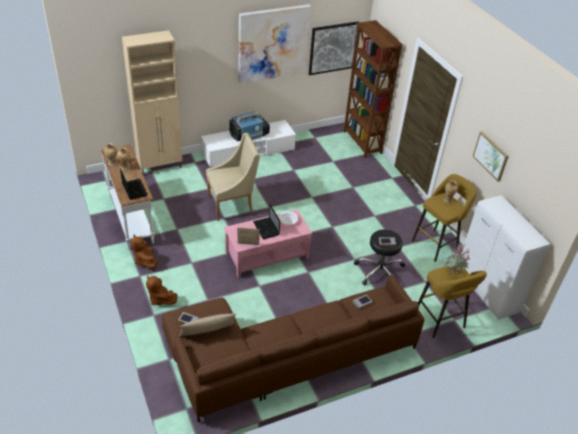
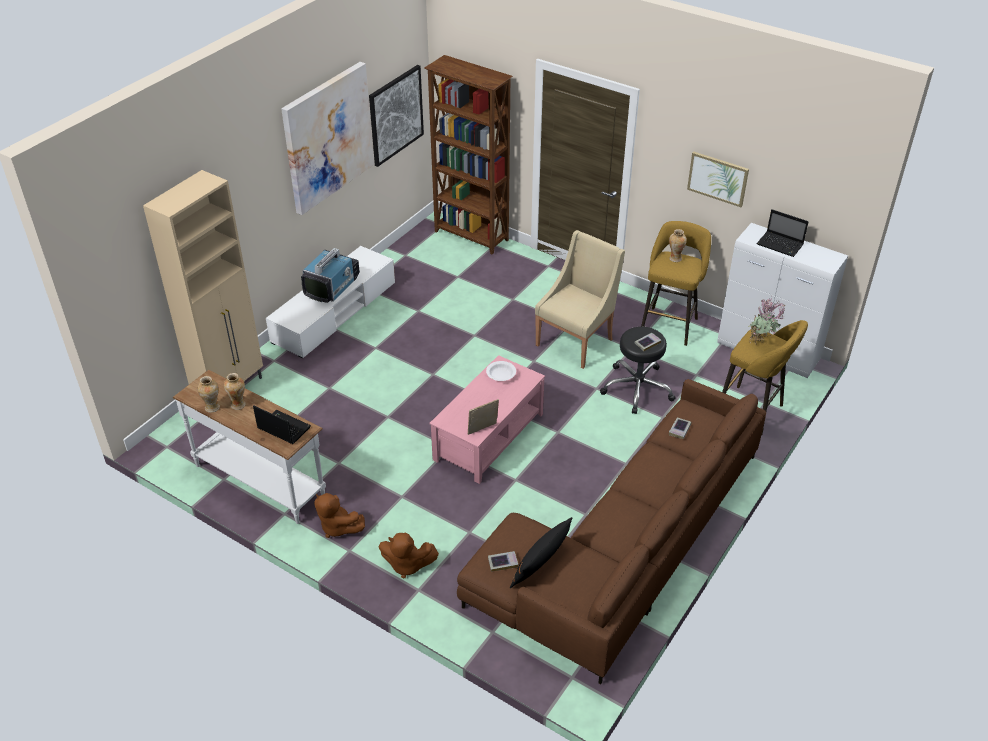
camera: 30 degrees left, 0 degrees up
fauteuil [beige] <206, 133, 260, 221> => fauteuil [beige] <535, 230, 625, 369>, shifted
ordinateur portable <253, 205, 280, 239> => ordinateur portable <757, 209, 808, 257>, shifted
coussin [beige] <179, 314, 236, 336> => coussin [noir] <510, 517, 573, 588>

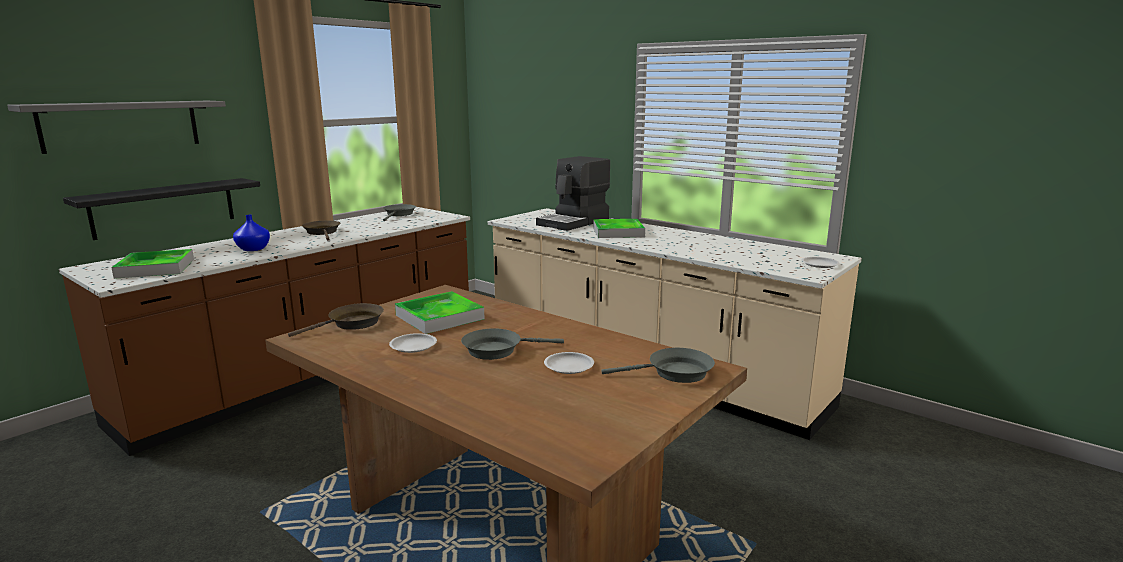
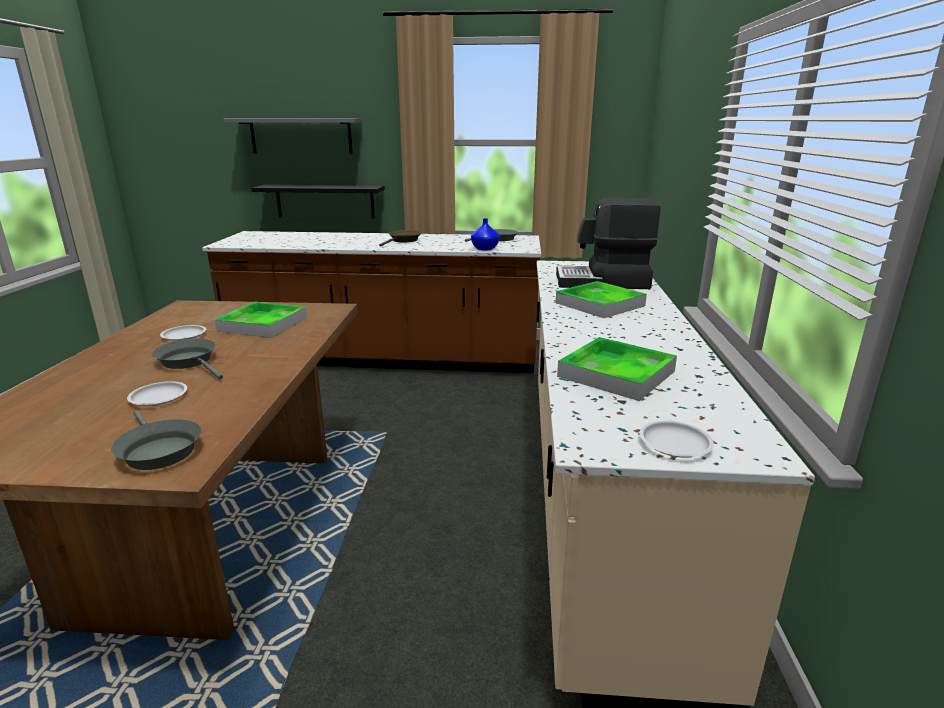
camera: 55 degrees right, 5 degrees up
vase [bleu] <233, 215, 270, 251> => vase [bleu] <471, 218, 500, 250>, shifted
plateau <111, 249, 194, 279> => plateau <557, 337, 677, 401>, shifted
poêle [marron] <288, 303, 384, 337> => nothing

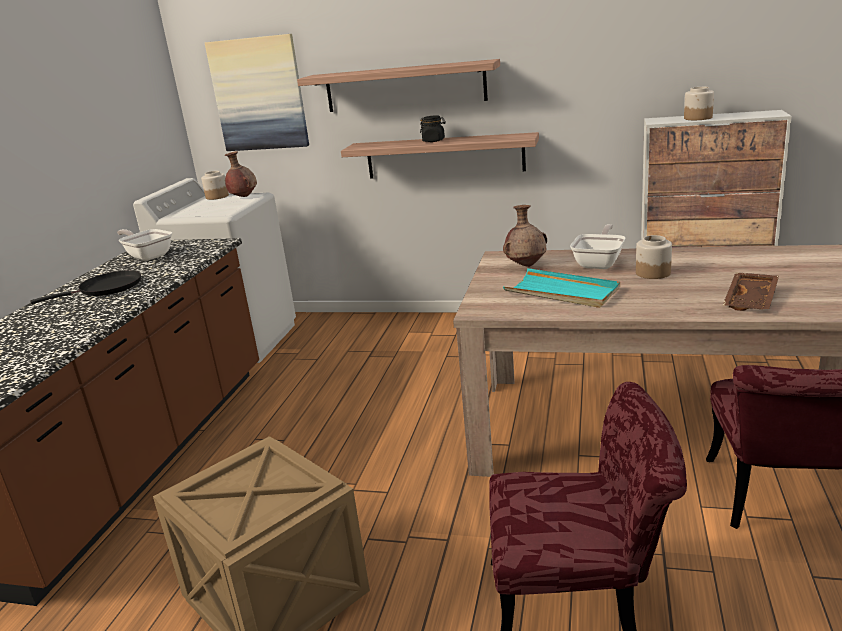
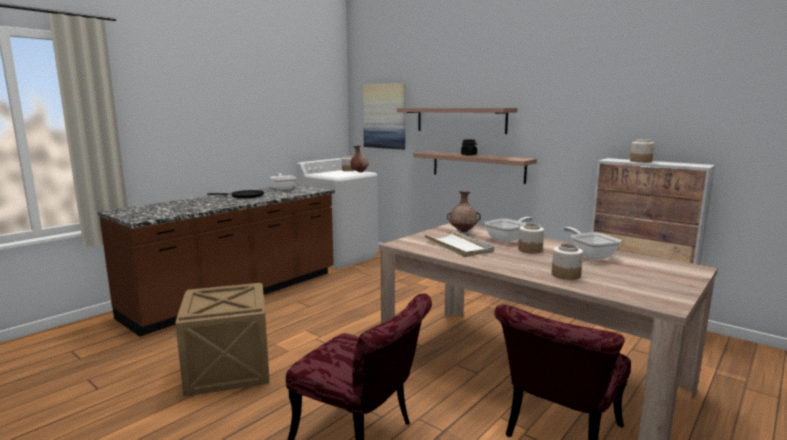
camera: 25 degrees right, 10 degrees down
plateau [turquoise] <503, 268, 620, 308> => plateau [blanc] <424, 230, 494, 257>
plateau [marron] <723, 272, 779, 311> => bocal <552, 243, 583, 280>
nothing => poêle <563, 227, 621, 260>

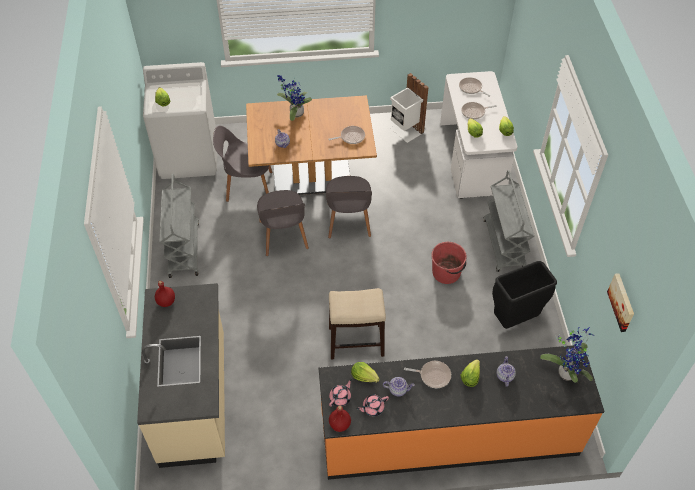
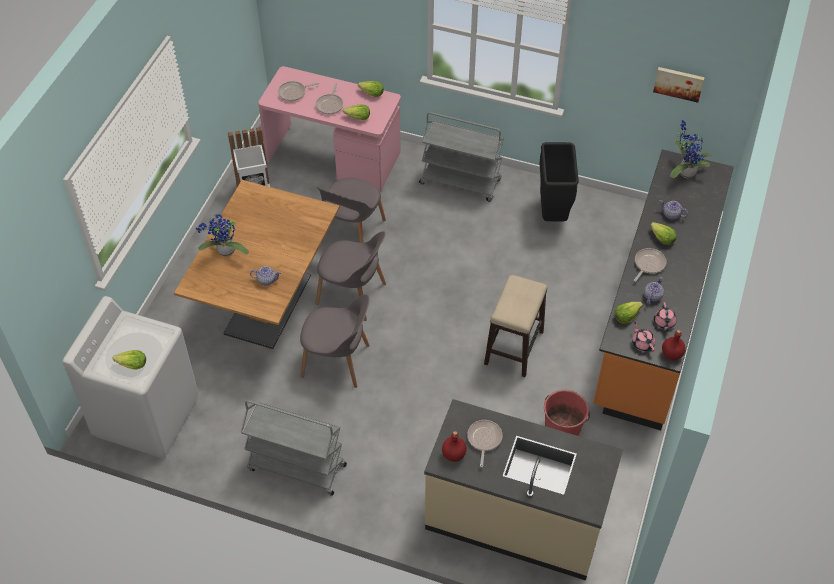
camera: 65 degrees left, 0 degrees up
bureau [blanc] <440, 71, 518, 199> => bureau [rose] <258, 66, 401, 191>
chaise [gris] <213, 126, 272, 202> => chaise [gris] <316, 178, 386, 243>, shifted
poêle <328, 126, 365, 144> => poêle <467, 420, 503, 467>, shifted
seau [rouge] <431, 242, 467, 284> => seau [rouge] <544, 390, 590, 436>, shifted

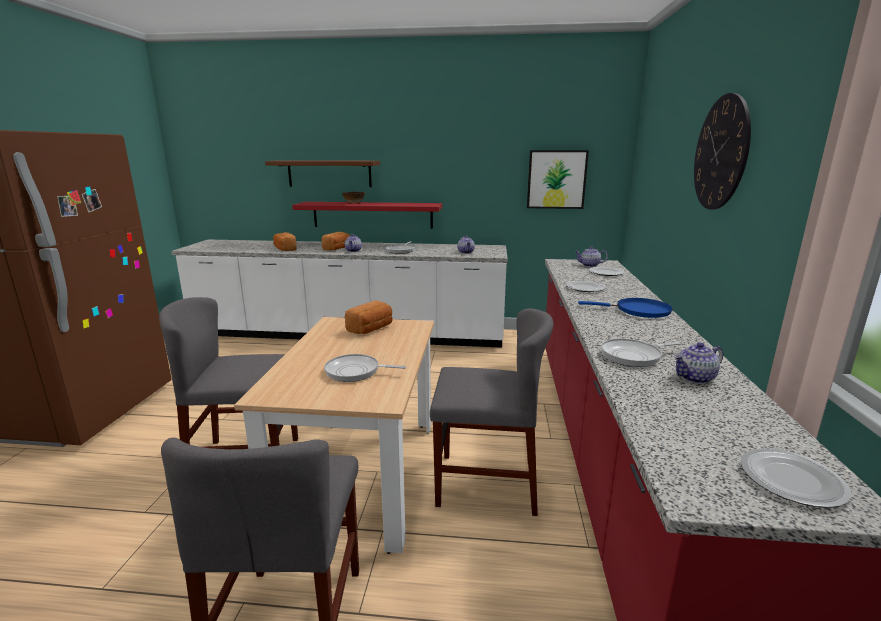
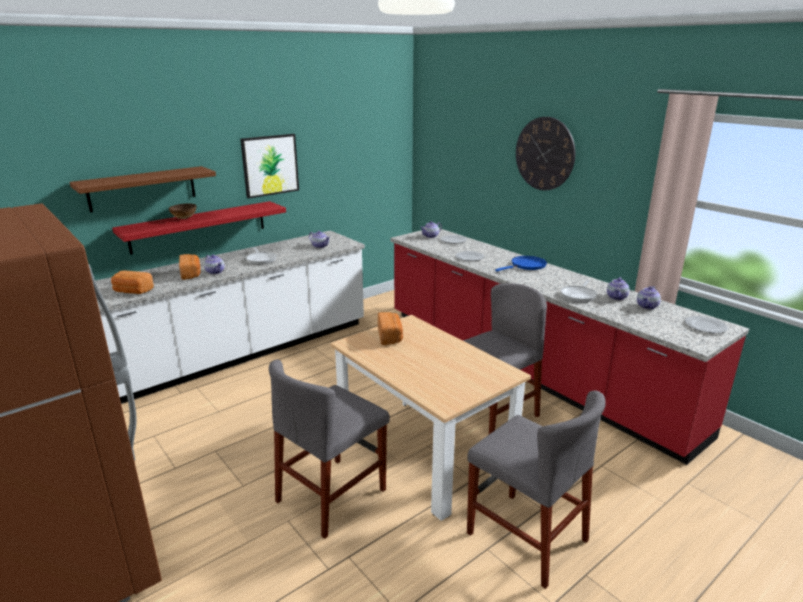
camera: 45 degrees left, 5 degrees up
tableau <527, 150, 589, 209> => tableau <240, 134, 299, 199>, shifted
poêle <324, 354, 406, 382> => nothing
nothing => théière <637, 286, 661, 310>

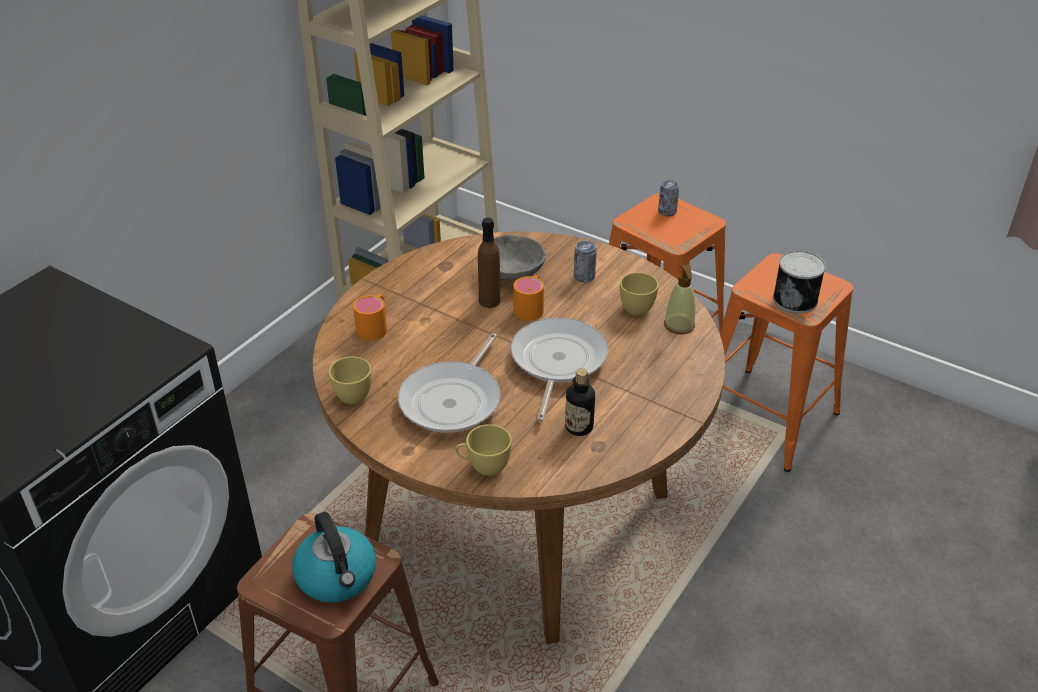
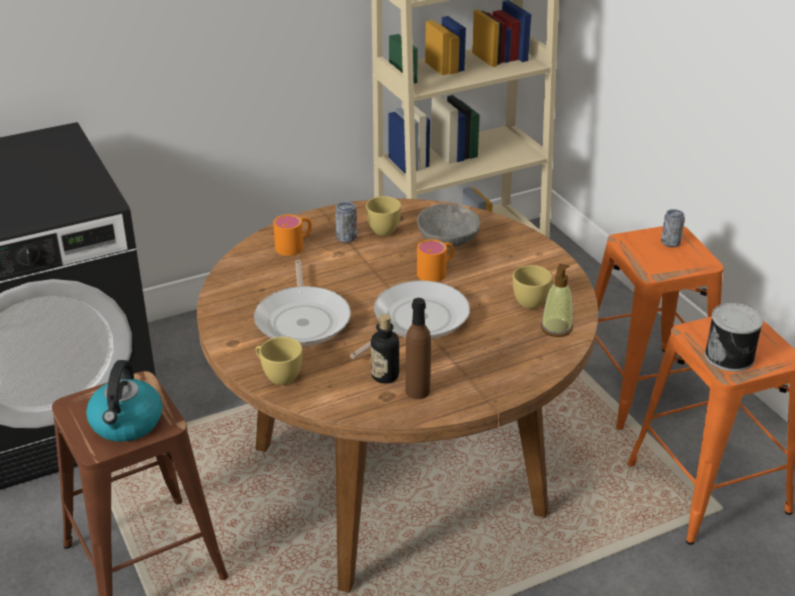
camera: 30 degrees right, 5 degrees down
bouteille [marron] <478, 217, 500, 308> => bouteille [marron] <405, 298, 431, 399>, shifted
boîte métallique <574, 241, 597, 282> => boîte métallique <335, 202, 357, 243>, shifted
poêle <398, 333, 501, 433> => poêle <254, 260, 351, 346>, 60 degrees counterclockwise
tasse [jaune] <329, 356, 372, 404> => tasse [jaune] <366, 196, 401, 236>, shifted

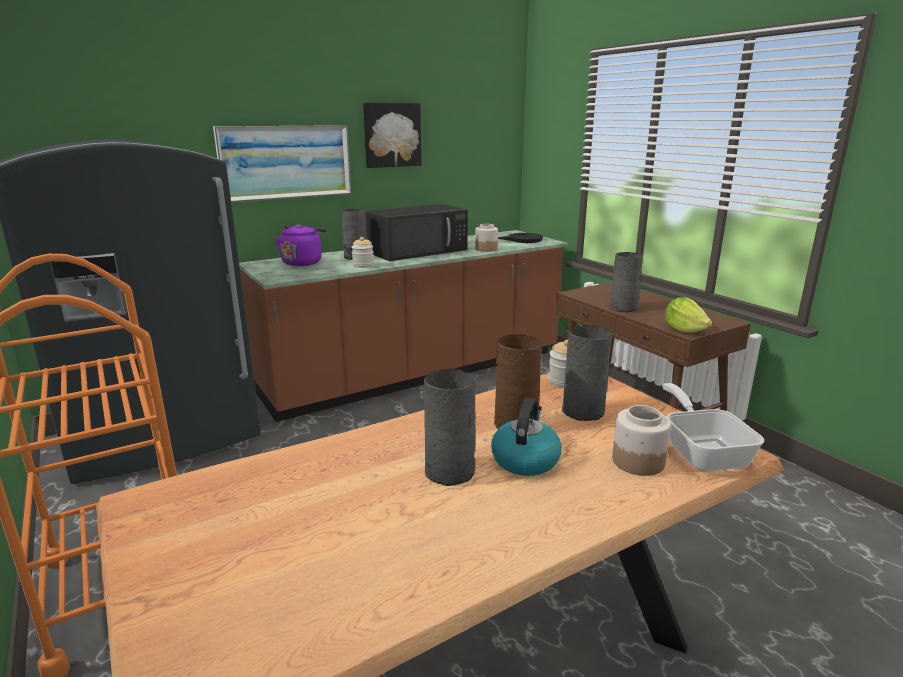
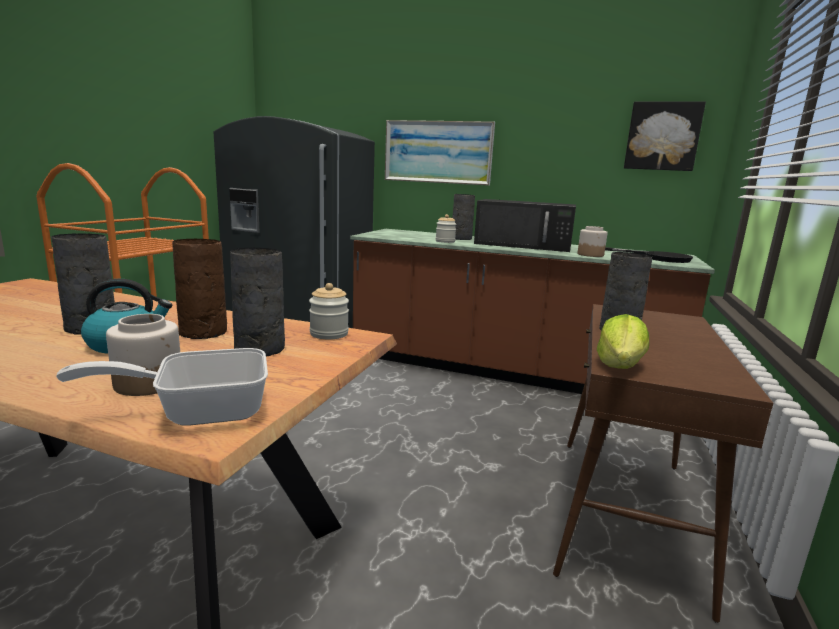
camera: 50 degrees right, 5 degrees down
tableau <363, 103, 422, 168> => tableau <624, 102, 706, 171>, shifted
bouilloire [violet] <274, 224, 327, 266> => nothing
poêle <662, 383, 764, 471> => poêle <56, 348, 268, 426>, 150 degrees counterclockwise

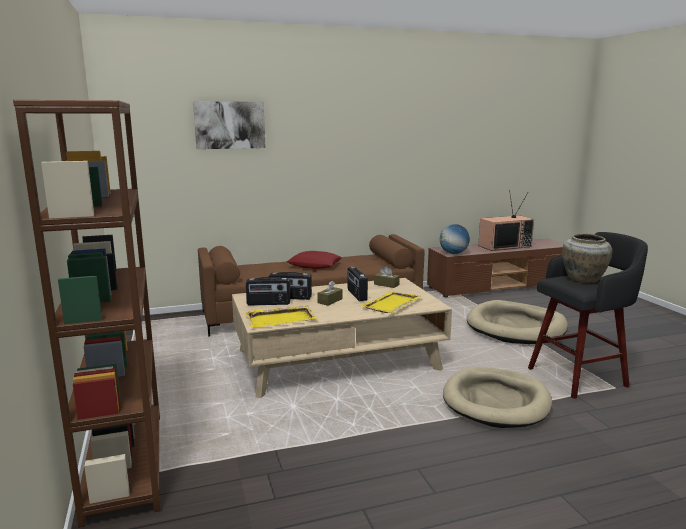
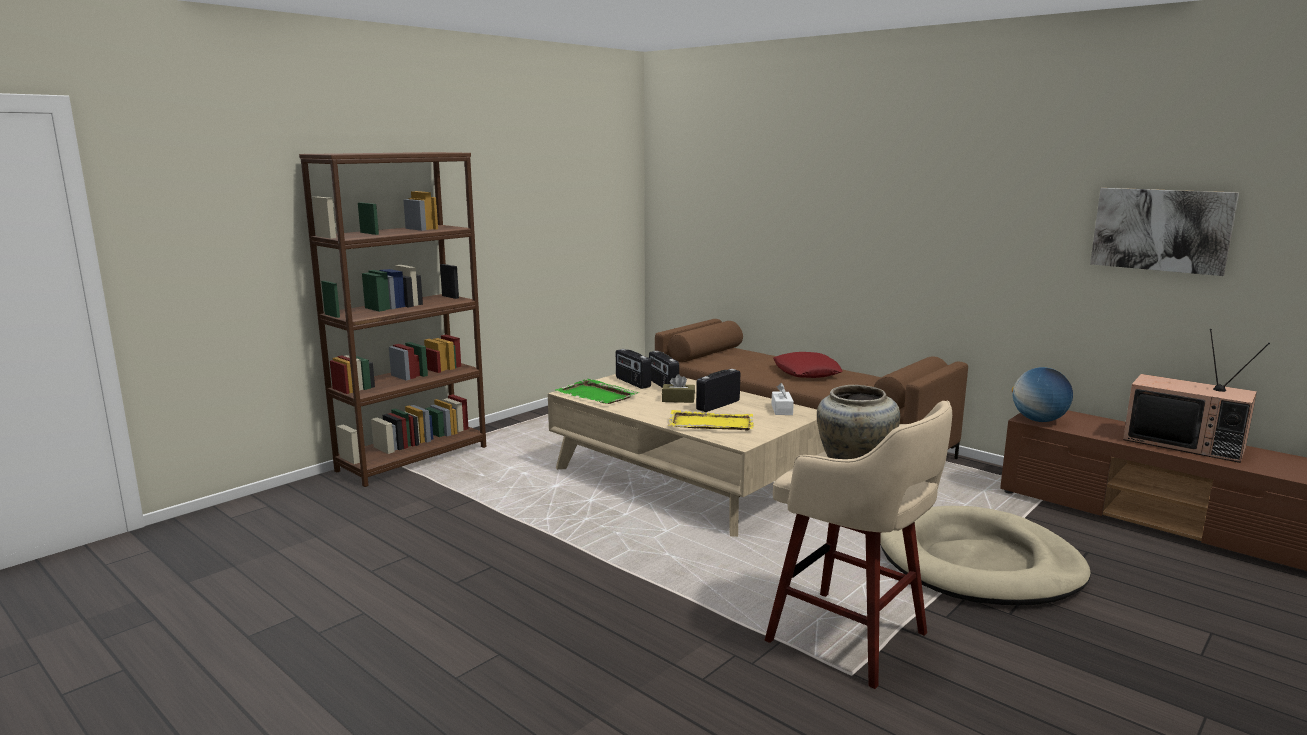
camera: 60 degrees right, 0 degrees up
tableau <193, 101, 265, 149> => tableau <1090, 188, 1239, 276>, shifted
tabouret [noir] <528, 232, 648, 399> => tabouret [beige] <765, 400, 952, 689>
boîte à mouchoirs [marron] <374, 266, 400, 288> => boîte à mouchoirs [blanc] <771, 383, 794, 415>
plateau [jaune] <245, 305, 317, 328> => plateau [vert] <556, 379, 640, 404>
panier pour chien [beige] <443, 367, 552, 428> => nothing

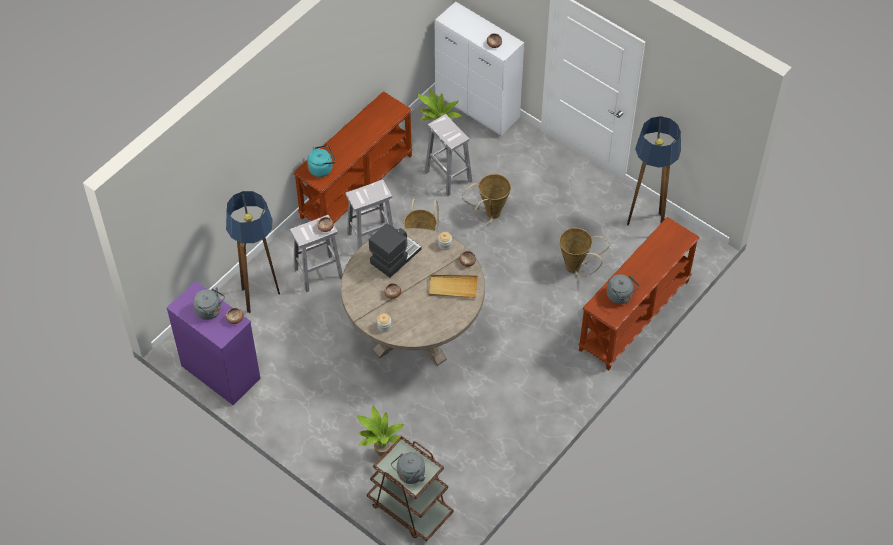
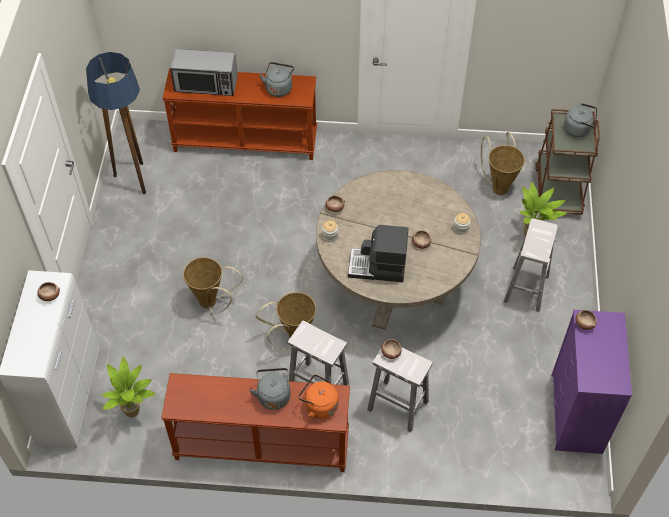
camera: 125 degrees left, 0 degrees up
tabouret [blanc] <425, 114, 472, 196> => tabouret [blanc] <504, 218, 558, 312>, shifted
bouilloire [turquoise] <307, 145, 336, 177> => bouilloire [orange] <298, 374, 338, 419>
lampadaire <226, 191, 280, 313> => nothing
panier <559, 228, 610, 277> => panier <481, 132, 525, 195>, shifted
plateau [beige] <428, 275, 478, 298> => nothing
bouilloire [gris] <193, 287, 225, 320> => bouilloire [gris] <249, 368, 290, 410>, shifted
nothing => micro-ondes <170, 49, 238, 96>

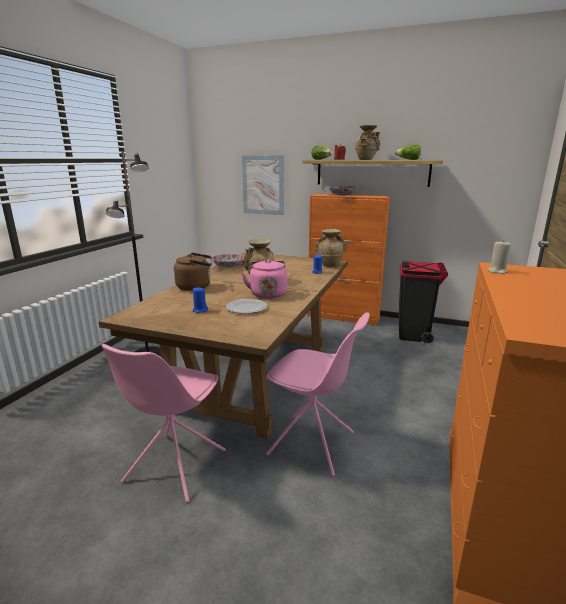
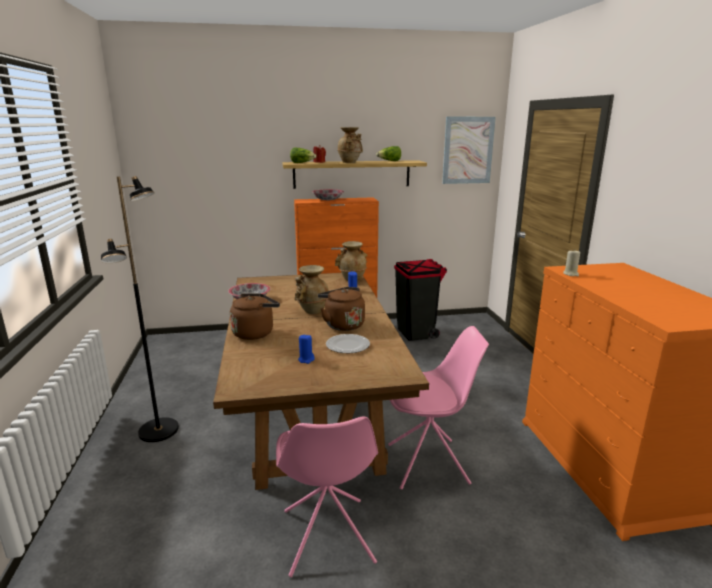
camera: 30 degrees left, 0 degrees up
tableau <242, 156, 284, 215> => tableau <442, 117, 496, 184>, shifted
bouilloire [rose] <241, 259, 287, 298> => bouilloire [marron] <318, 287, 365, 331>

